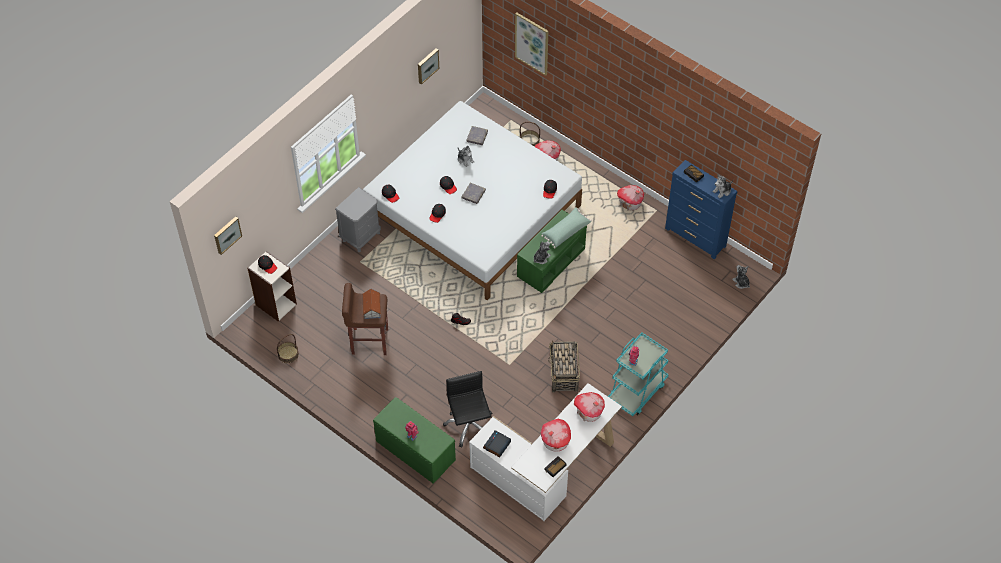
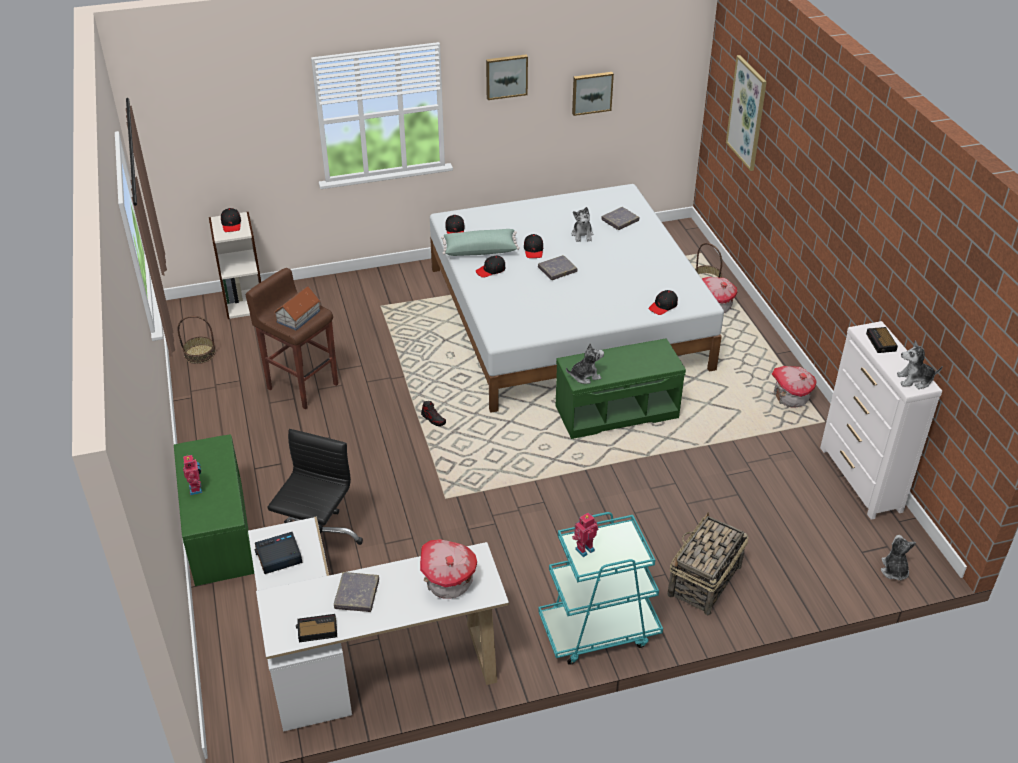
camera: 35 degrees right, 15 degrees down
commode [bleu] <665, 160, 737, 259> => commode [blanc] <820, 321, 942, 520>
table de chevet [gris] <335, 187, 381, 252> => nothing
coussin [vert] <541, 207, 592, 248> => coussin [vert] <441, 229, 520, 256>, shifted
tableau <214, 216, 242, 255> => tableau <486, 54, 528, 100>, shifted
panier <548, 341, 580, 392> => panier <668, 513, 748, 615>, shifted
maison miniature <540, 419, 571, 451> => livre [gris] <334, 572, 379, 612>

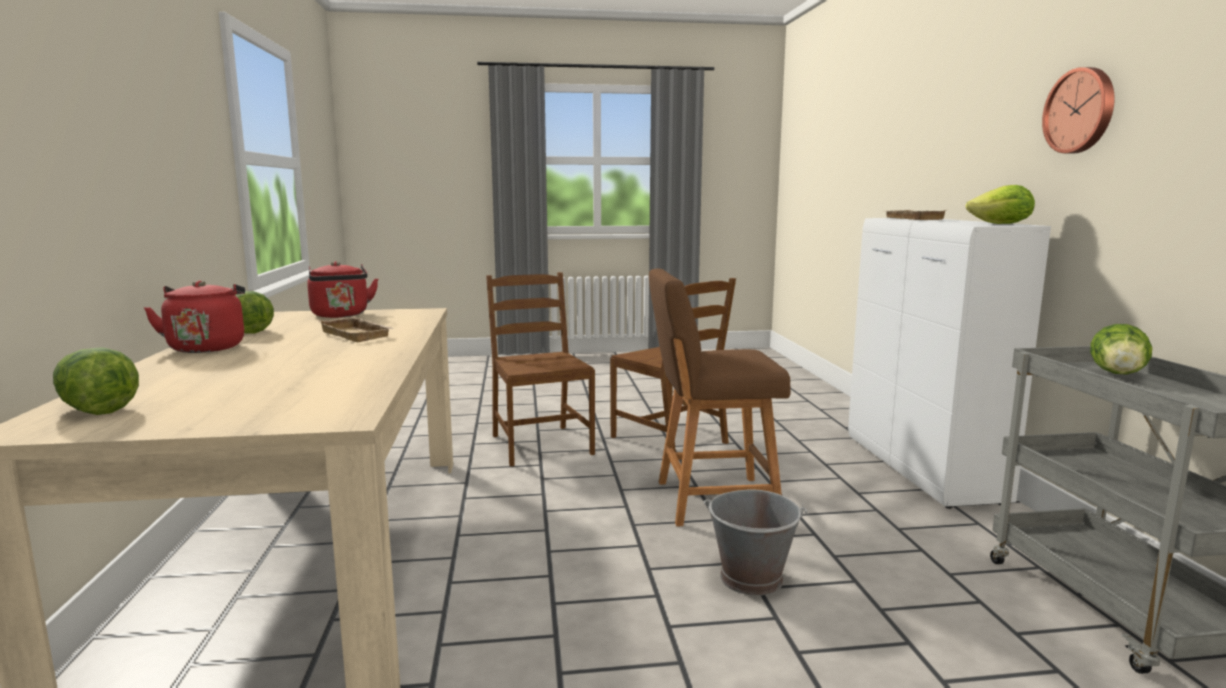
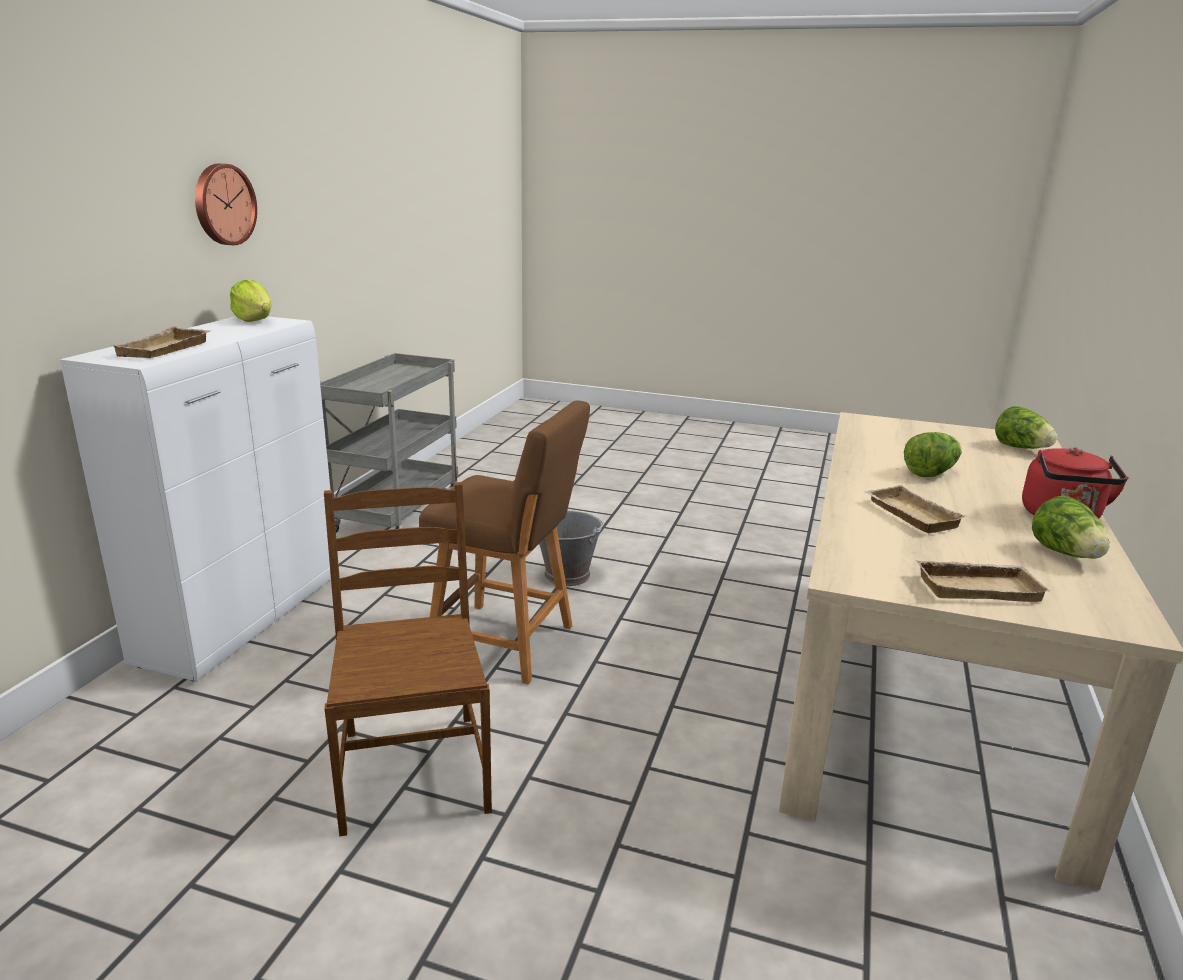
camera: 155 degrees left, 10 degrees up
bouilloire [rouge] <307, 261, 378, 318> => plateau [beige] <915, 560, 1050, 602>
chaise [marron] <486, 272, 595, 467> => nothing
laitue <1090, 324, 1152, 375> => laitue <904, 432, 962, 477>, shifted

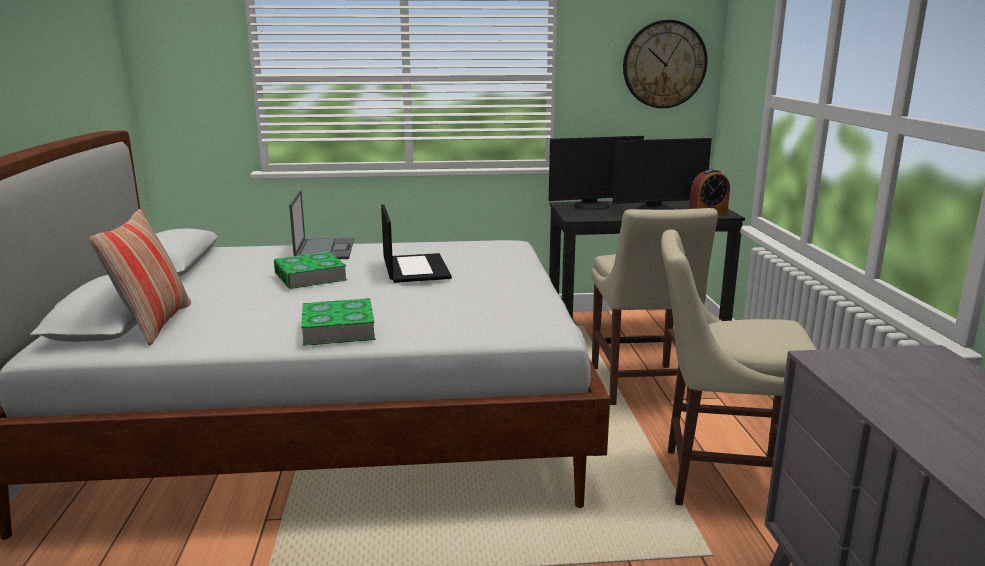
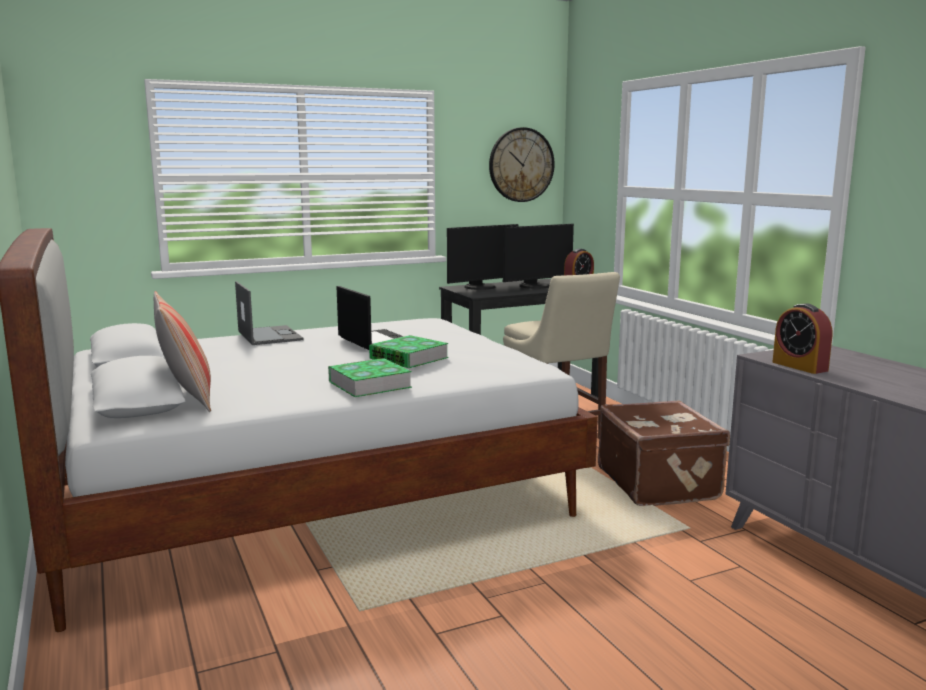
camera: 20 degrees left, 5 degrees down
chaise [beige] <661, 230, 817, 505> => valise [marron] <598, 400, 730, 506>
livre <274, 252, 347, 289> => livre <369, 335, 448, 368>, shifted
nothing => réveil <772, 303, 832, 374>

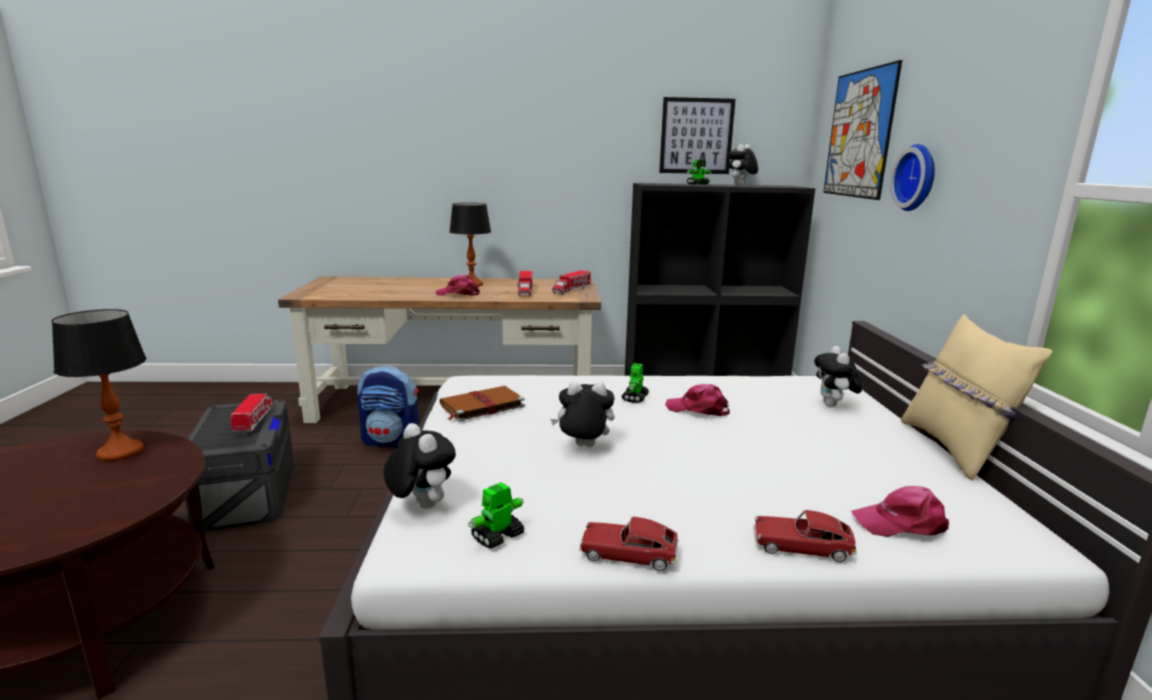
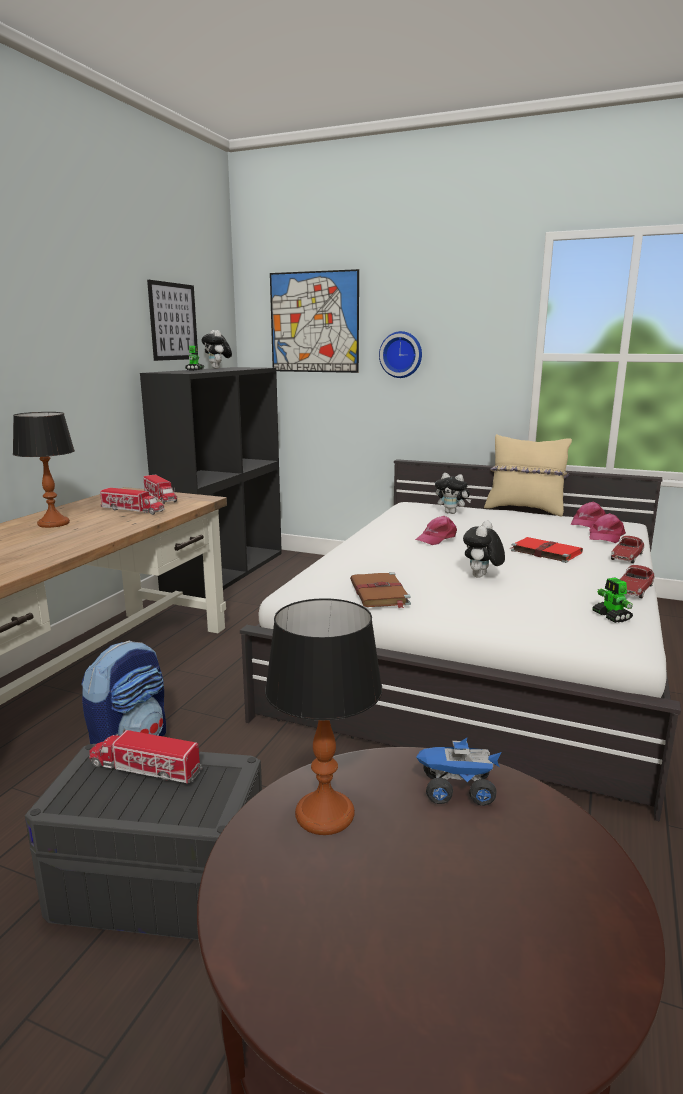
camera: 65 degrees left, 0 degrees up
casquette [rose] <435, 275, 480, 296> => casquette [rose] <571, 502, 606, 528>, shifted
robot jouet <621, 363, 649, 403> => nothing
peluche <383, 423, 456, 509> => nothing
nothing => livre [rouge] <511, 537, 583, 563>
nothing => camion jouet <416, 738, 501, 806>

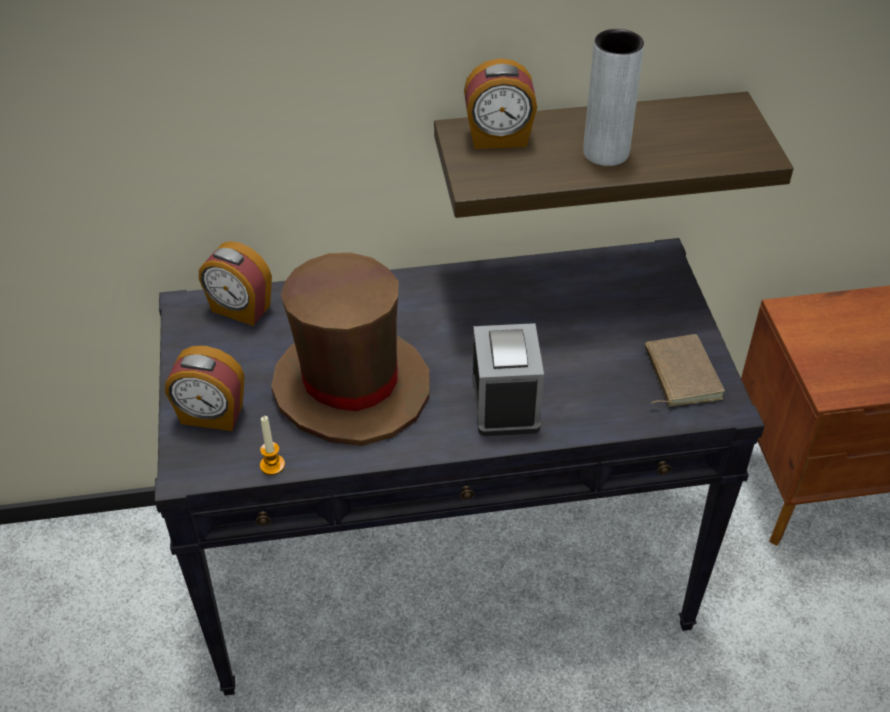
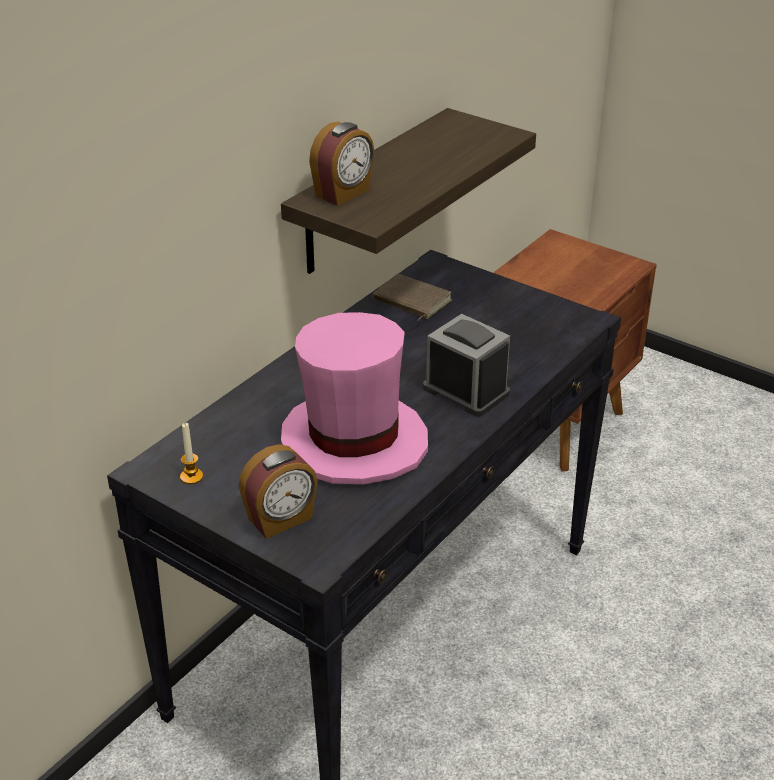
camera: 45 degrees left, 10 degrees down
vase [gris] <583, 29, 644, 166> => nothing
réveil <199, 241, 272, 326> => nothing
chapeau [marron] <271, 253, 430, 446> => chapeau [rose] <281, 312, 428, 485>
livre [marron] <645, 334, 725, 406> => livre [marron] <373, 274, 452, 321>, shifted
bougie <260, 416, 285, 475> => bougie <180, 423, 203, 484>, shifted

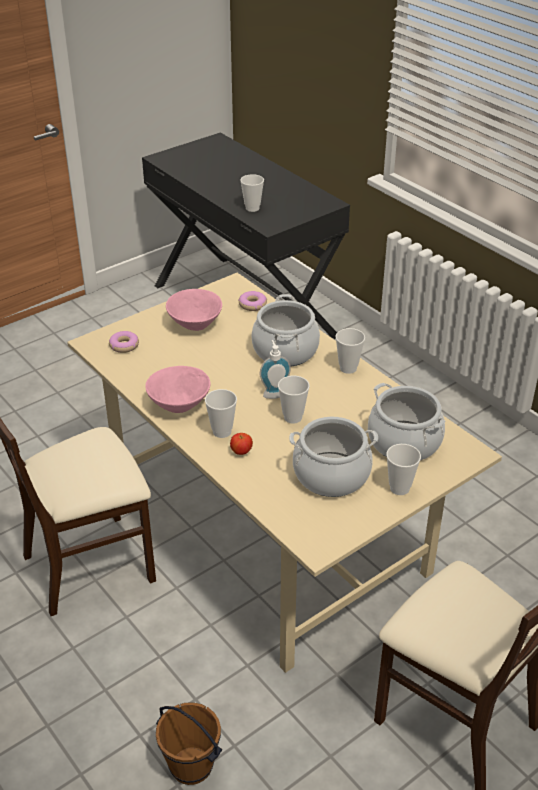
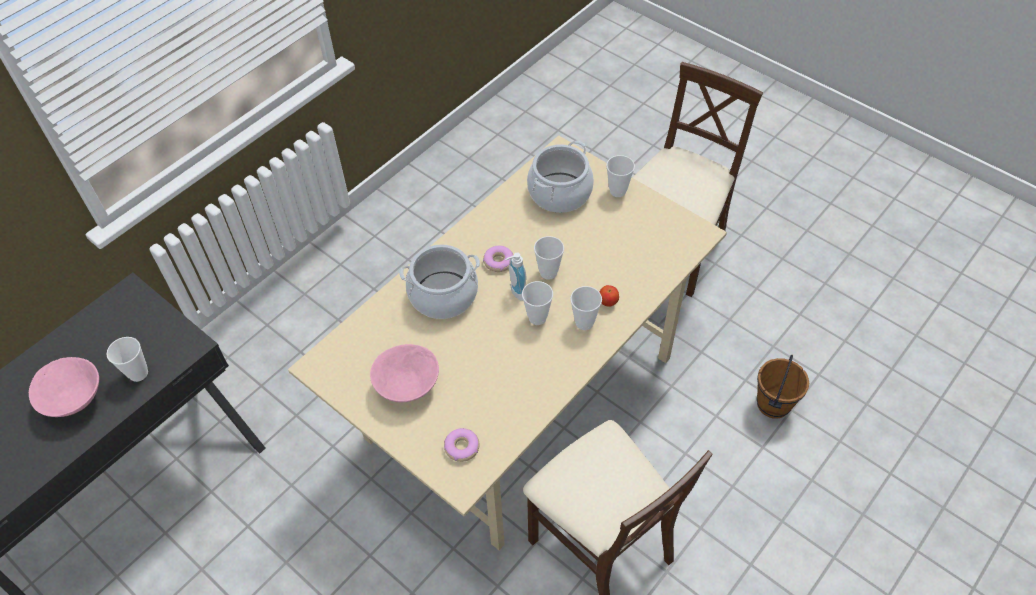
camera: 100 degrees left, 15 degrees up
beignet <238, 291, 267, 311> => beignet <483, 246, 513, 272>, shifted
tasse <335, 328, 365, 374> => tasse <522, 281, 553, 325>, shifted
bol [rose] <145, 366, 210, 413> => bol [rose] <29, 357, 99, 417>, shifted
marmite <289, 417, 378, 497> => nothing

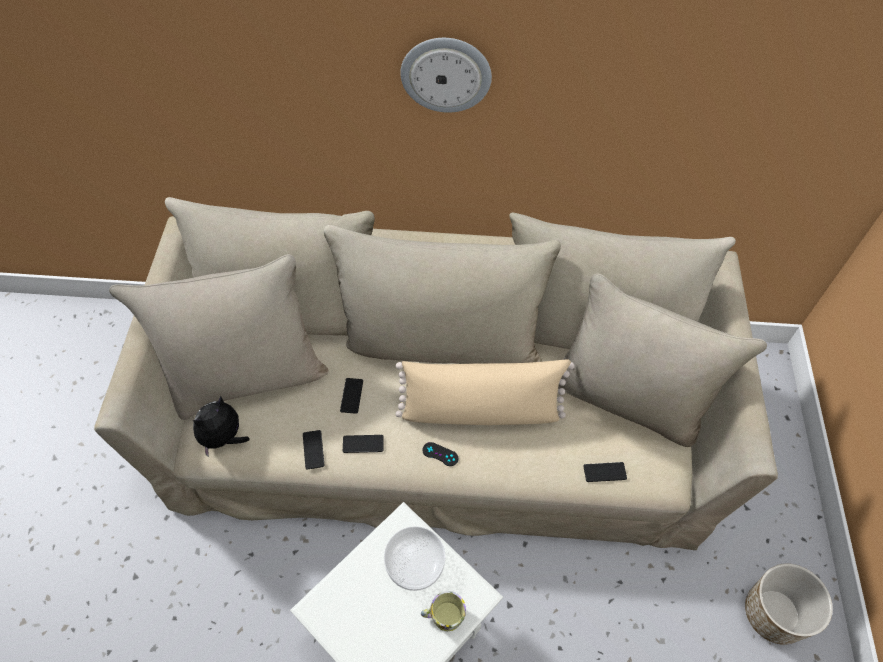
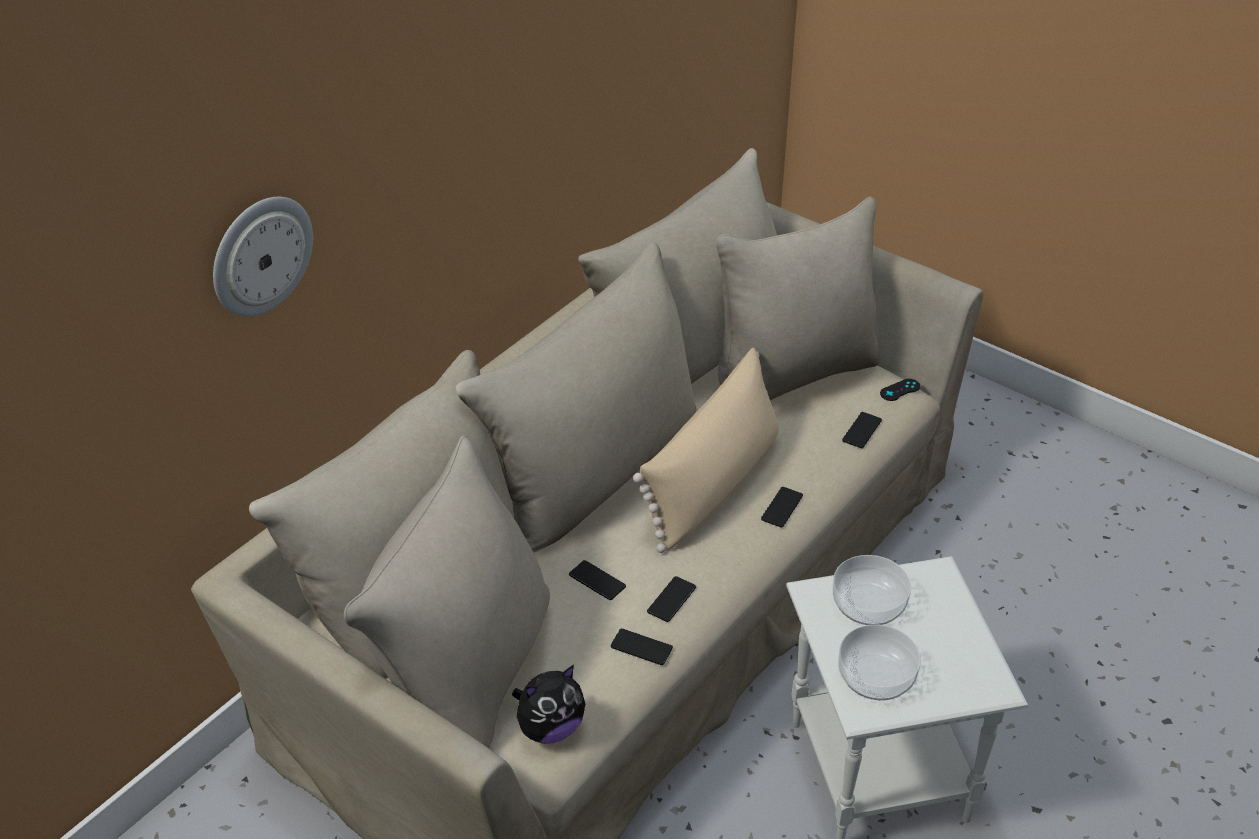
camera: 55 degrees left, 15 degrees down
horloge murale <400, 38, 492, 113> => horloge murale <213, 197, 313, 317>, shifted
peluche <193, 396, 250, 457> => peluche <512, 665, 585, 744>, 105 degrees counterclockwise
manette [noir] <422, 442, 458, 466> => manette [noir] <880, 379, 920, 401>, shifted
cache-pot <745, 563, 833, 645> => nothing
mug <421, 591, 466, 631> => nothing
nothing => téléphone <761, 487, 803, 527>
nothing => bol <838, 624, 921, 700>

